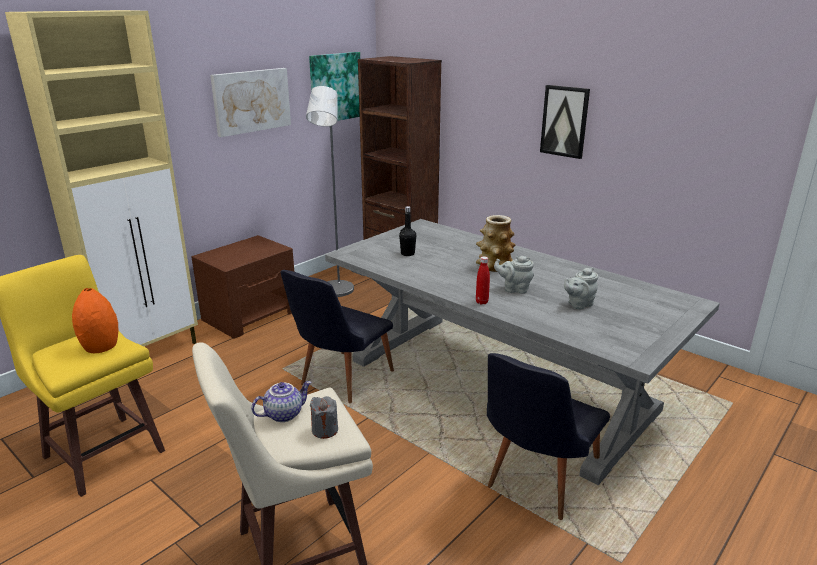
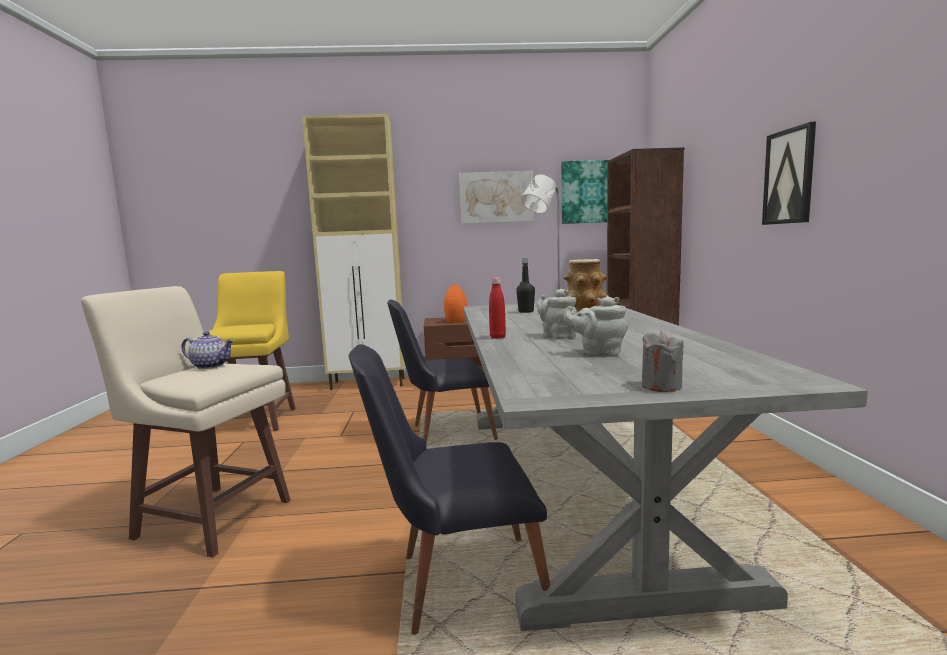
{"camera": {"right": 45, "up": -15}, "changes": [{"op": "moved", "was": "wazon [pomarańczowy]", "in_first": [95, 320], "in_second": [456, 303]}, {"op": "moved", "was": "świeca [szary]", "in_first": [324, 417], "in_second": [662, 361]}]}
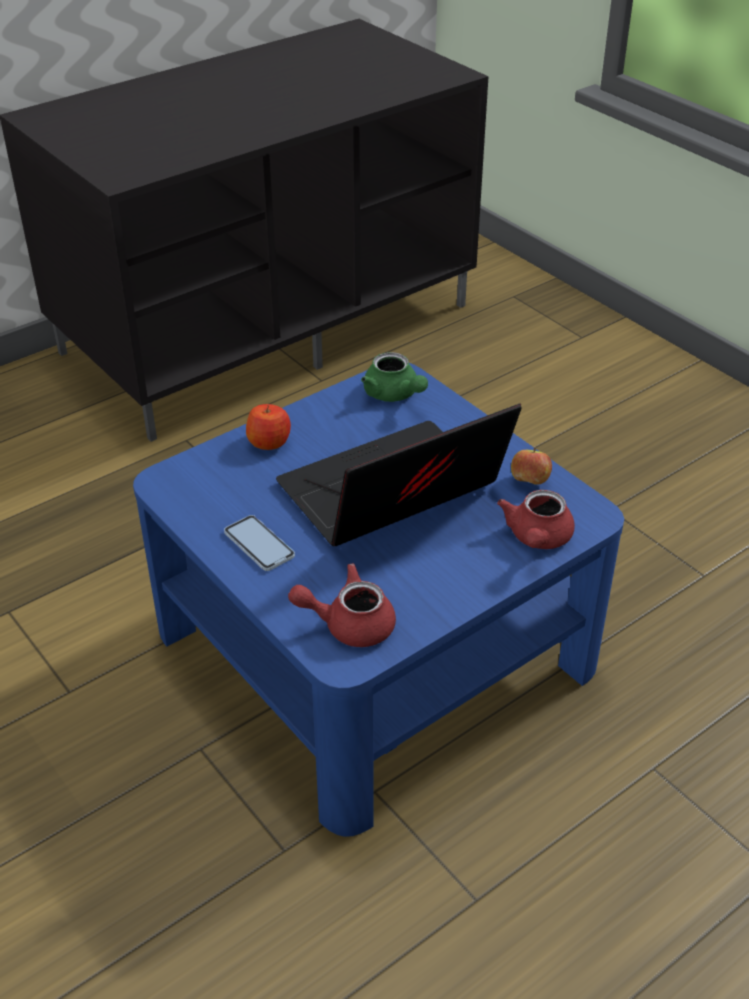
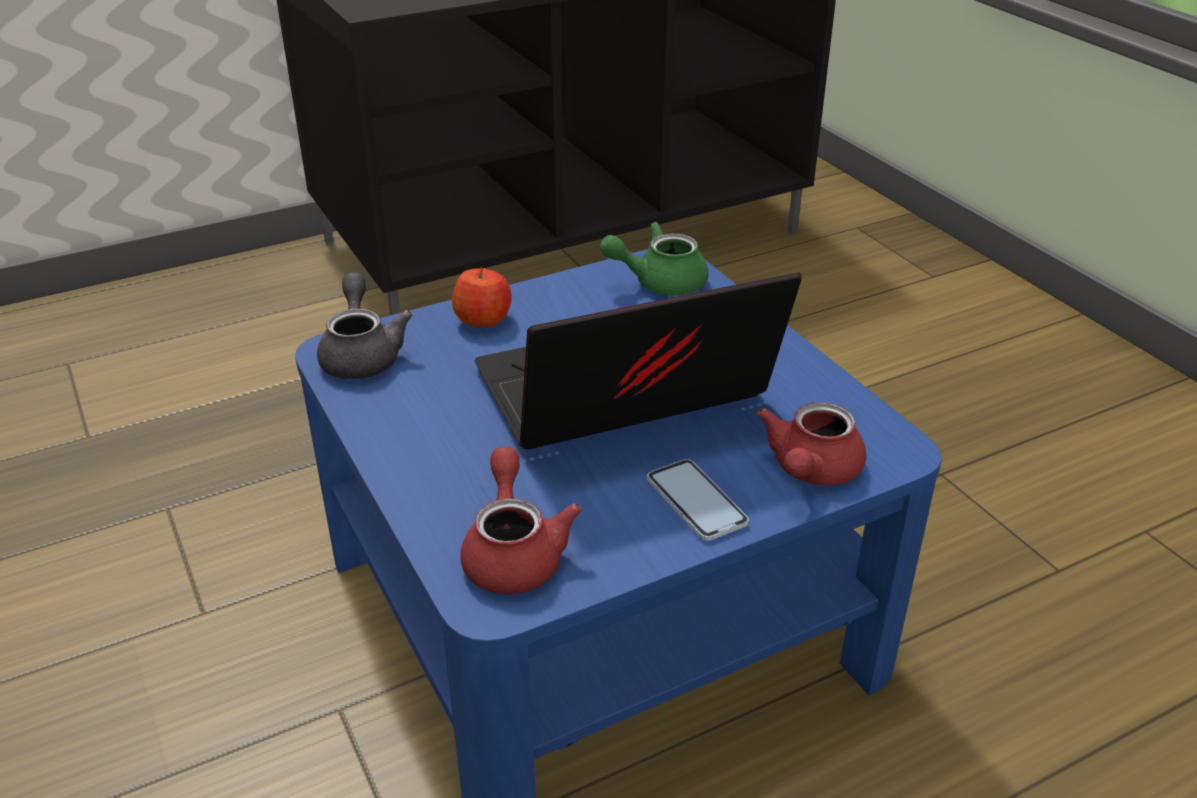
{"camera": {"right": 10, "up": -5}, "changes": [{"op": "moved", "was": "telefon", "in_first": [259, 543], "in_second": [698, 500]}, {"op": "turned", "was": "imbryk [czerwony]", "in_first": [342, 605], "in_second": [521, 520], "clockwise": 75}, {"op": "turned", "was": "imbryk [zielony]", "in_first": [394, 377], "in_second": [654, 258], "clockwise": 105}, {"op": "removed", "was": "jabłko", "in_first": [531, 466]}, {"op": "added", "now": "imbryk [szary]", "in_second": [365, 325]}]}
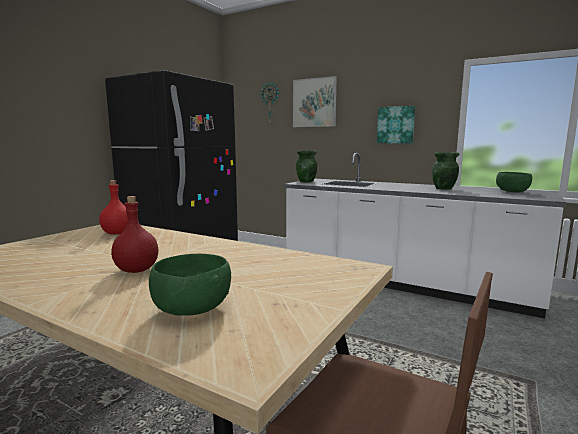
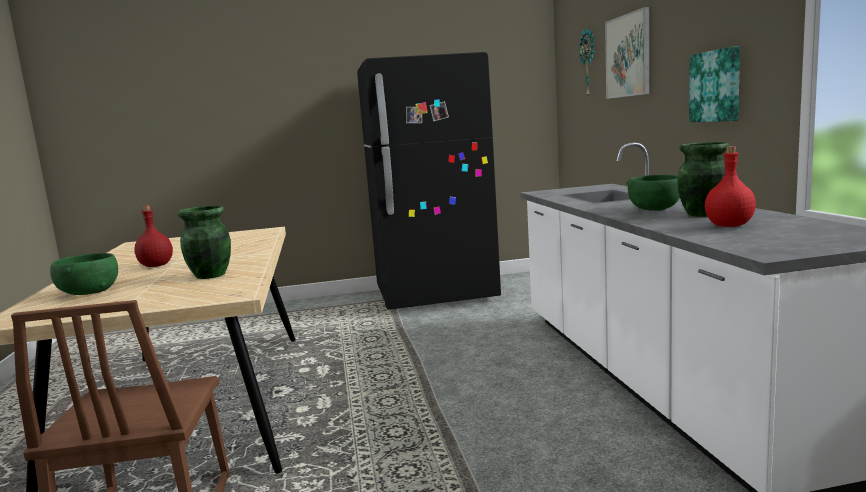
{"camera": {"right": 50, "up": 0}, "changes": [{"op": "moved", "was": "butelka [czerwony]", "in_first": [113, 207], "in_second": [730, 186]}, {"op": "moved", "was": "wazon [zielony]", "in_first": [306, 166], "in_second": [204, 242]}, {"op": "moved", "was": "miska [zielony]", "in_first": [514, 182], "in_second": [653, 193]}]}
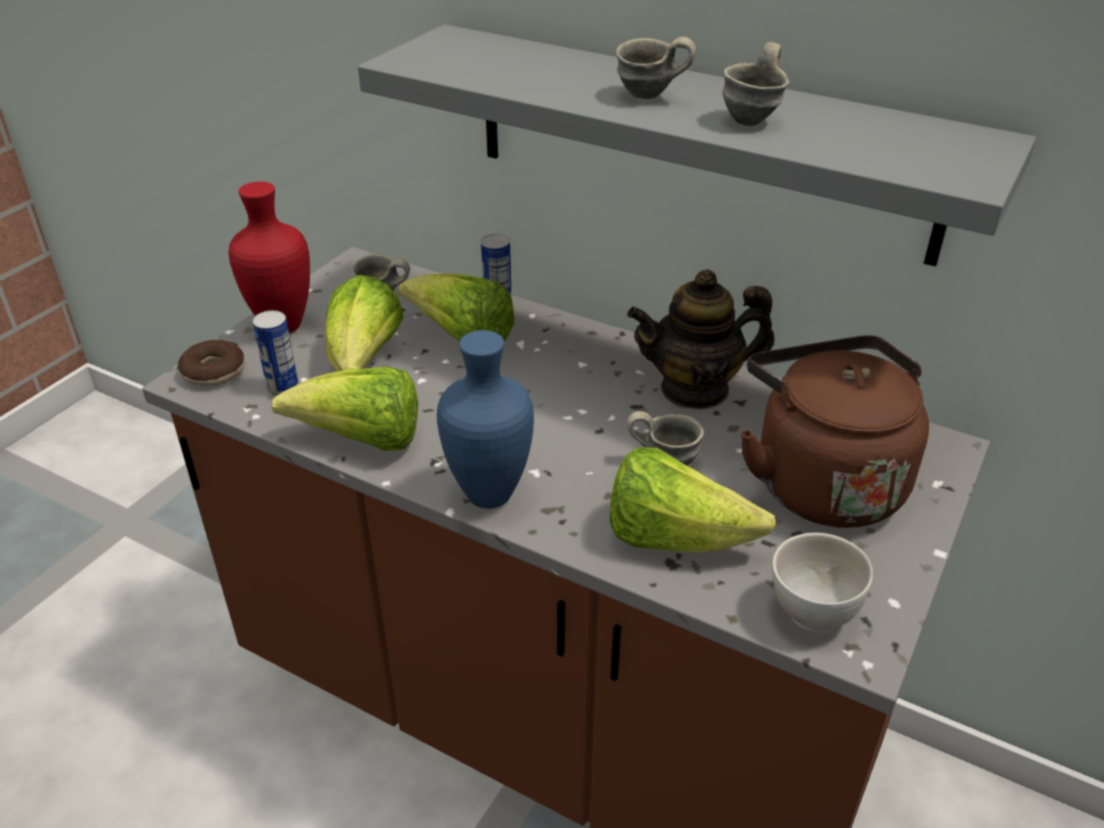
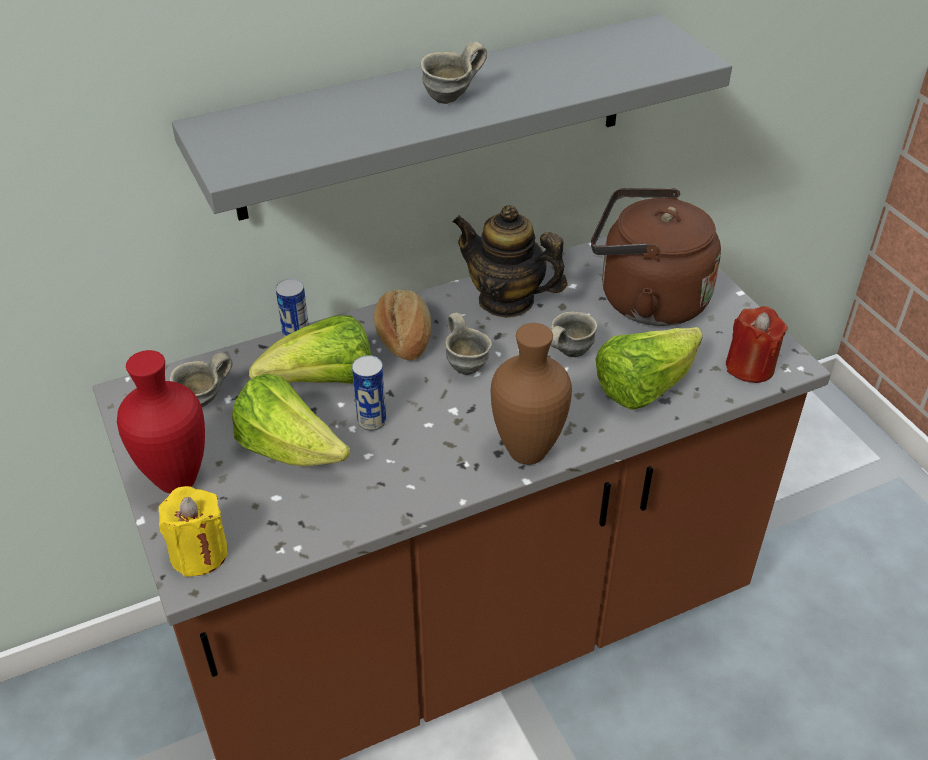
{"camera": {"right": -55, "up": 5}, "changes": [{"op": "replaced", "was": "donut", "now": "świeca [żółty]", "in_first": [211, 363], "in_second": [193, 531]}, {"op": "moved", "was": "puszka", "in_first": [275, 353], "in_second": [369, 393]}, {"op": "removed", "was": "sałata", "in_first": [345, 409]}, {"op": "recoloured", "was": "wazon [niebieski]", "now": "wazon [brązowy]", "in_first": [485, 419], "in_second": [531, 394]}, {"op": "turned", "was": "imbryk", "in_first": [701, 340], "in_second": [509, 261], "clockwise": 90}, {"op": "moved", "was": "kubek [szary]", "in_first": [755, 84], "in_second": [468, 343]}, {"op": "replaced", "was": "miska [biały]", "now": "świeca [czerwony]", "in_first": [822, 582], "in_second": [757, 344]}, {"op": "added", "now": "chleb", "in_second": [402, 325]}]}
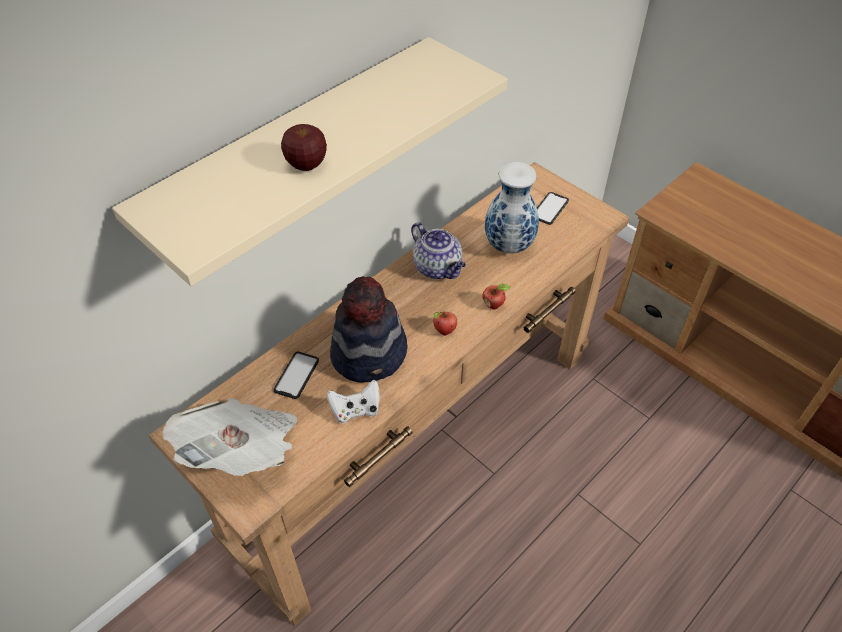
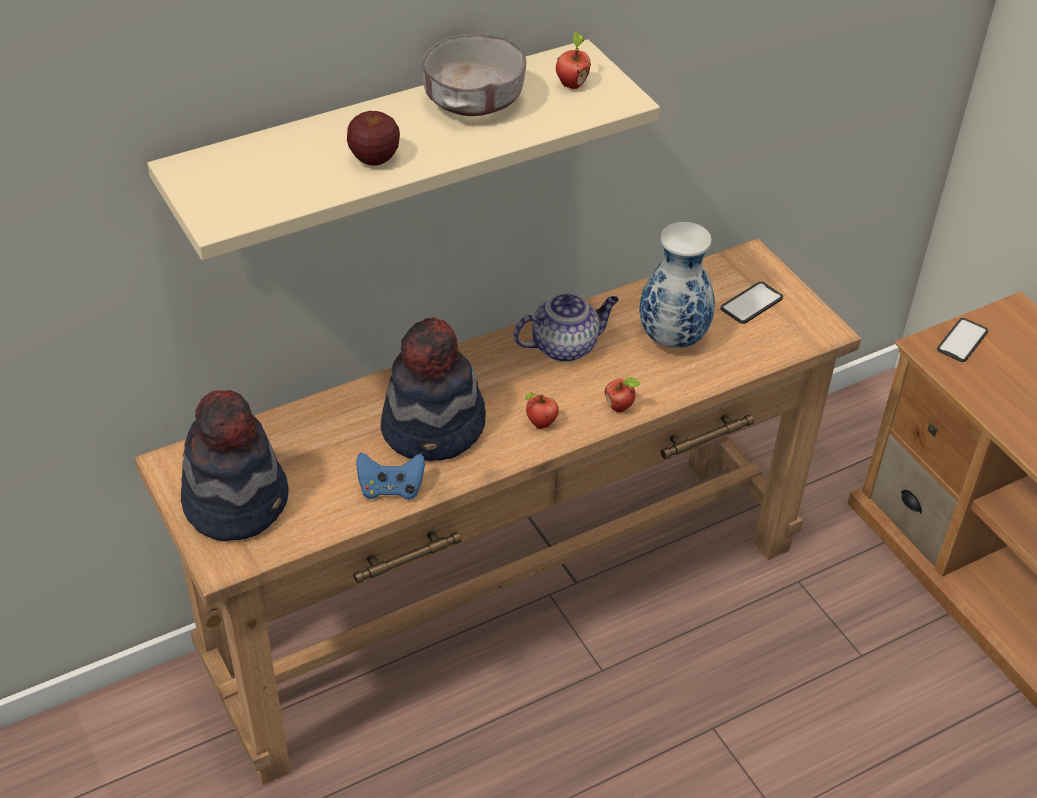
{"camera": {"right": 15, "up": -5}, "changes": [{"op": "replaced", "was": "gazeta", "now": "kapelusz", "in_first": [230, 437], "in_second": [235, 465]}, {"op": "moved", "was": "telefon", "in_first": [296, 375], "in_second": [962, 340]}, {"op": "recoloured", "was": "pad do gier [biały]", "now": "pad do gier [niebieski]", "in_first": [353, 401], "in_second": [390, 476]}, {"op": "turned", "was": "imbryk", "in_first": [438, 250], "in_second": [566, 327], "clockwise": -90}, {"op": "added", "now": "miska [szary]", "in_second": [474, 75]}, {"op": "added", "now": "jabłko", "in_second": [573, 60]}]}
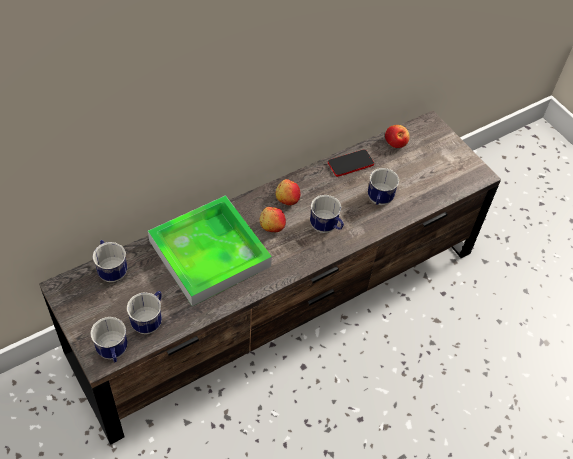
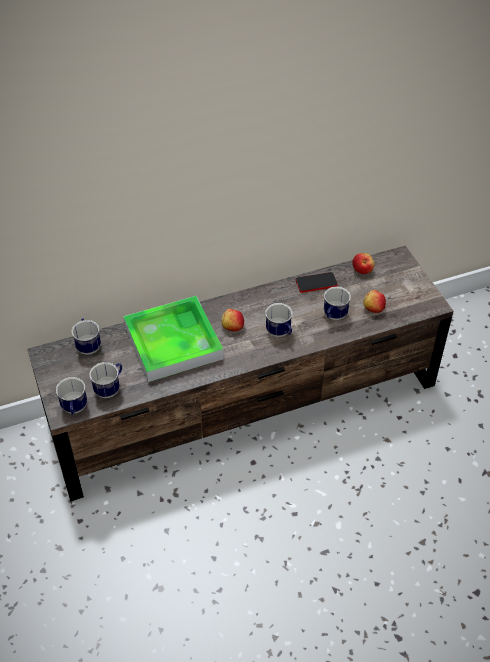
{"camera": {"right": 15, "up": -5}, "changes": [{"op": "moved", "was": "jabłko", "in_first": [288, 192], "in_second": [374, 301]}]}
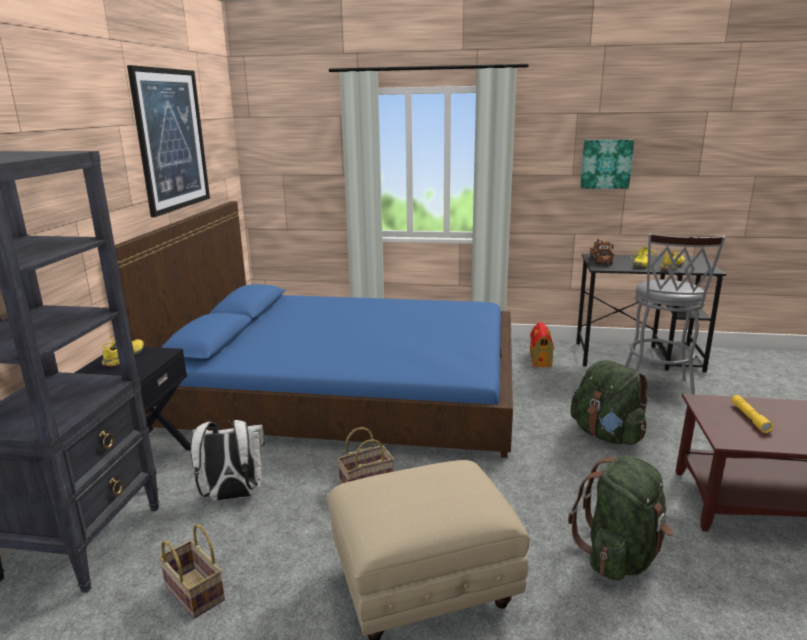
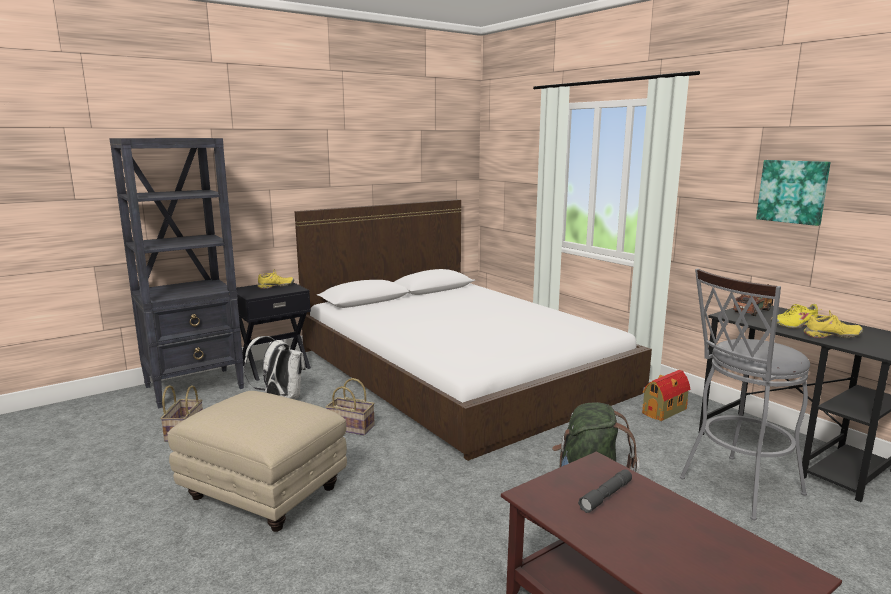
{"camera": {"right": 45, "up": -5}, "changes": [{"op": "recoloured", "was": "łóżko [niebieski]", "now": "łóżko [biały]", "in_first": [314, 329], "in_second": [473, 330]}, {"op": "removed", "was": "obraz", "in_first": [168, 141]}, {"op": "removed", "was": "plecak [zielony]", "in_first": [620, 517]}, {"op": "recoloured", "was": "latarka [żółty]", "now": "latarka [szary]", "in_first": [753, 414], "in_second": [605, 491]}]}
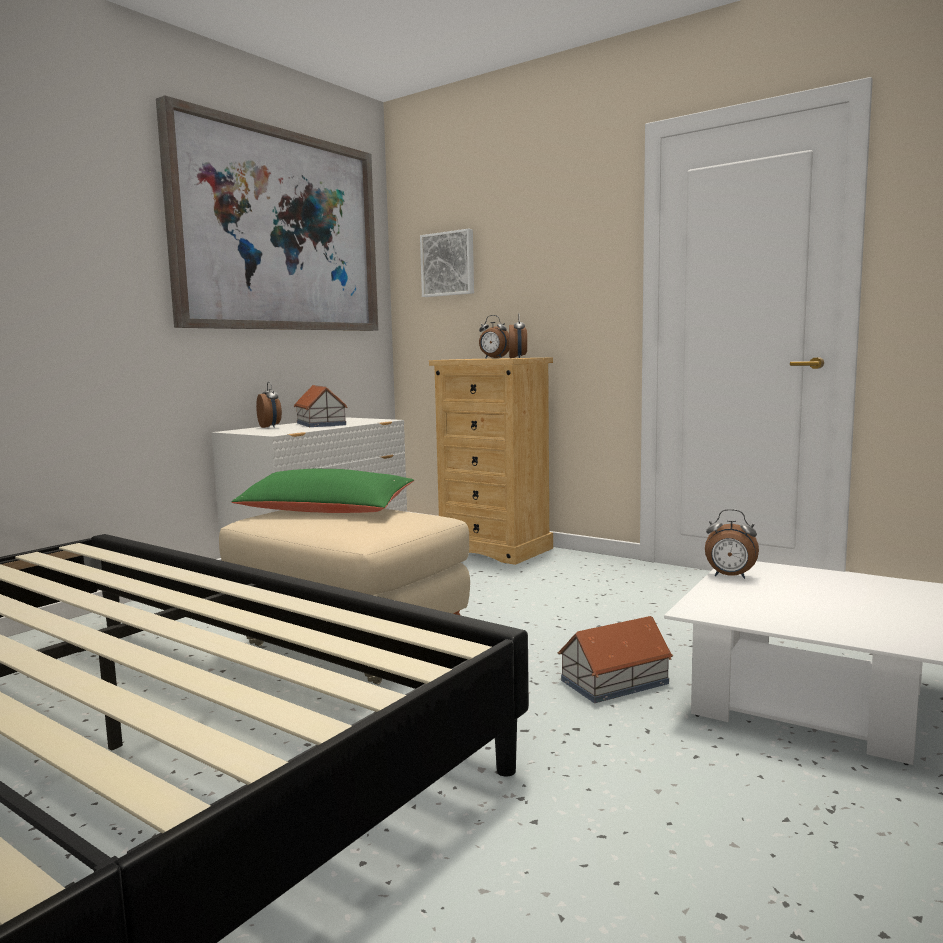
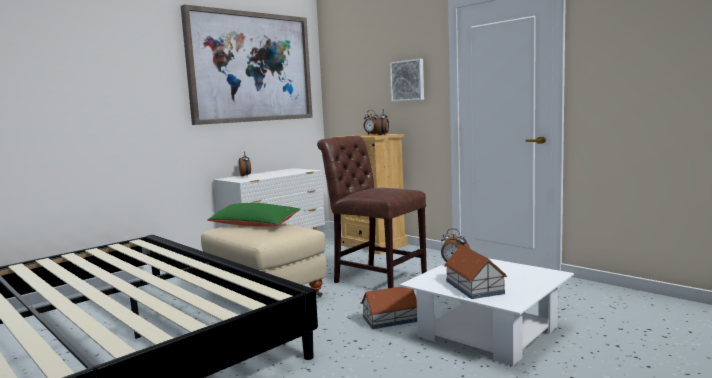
{"camera": {"right": 10, "up": 0}, "changes": [{"op": "moved", "was": "domek", "in_first": [321, 406], "in_second": [475, 272]}, {"op": "moved", "was": "obraz", "in_first": [447, 263], "in_second": [407, 80]}, {"op": "added", "now": "krzesło [brązowy]", "in_second": [372, 211]}]}
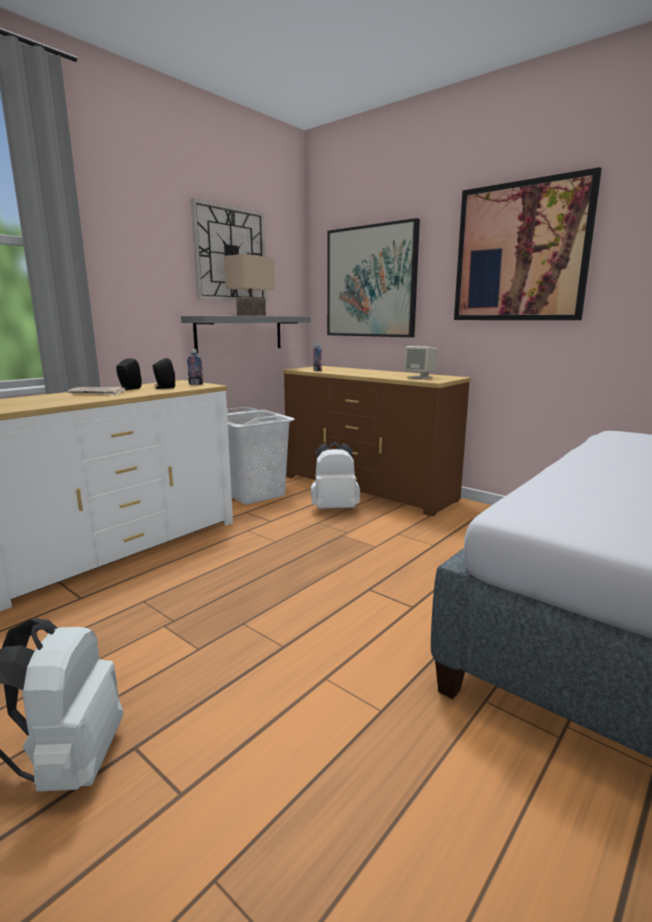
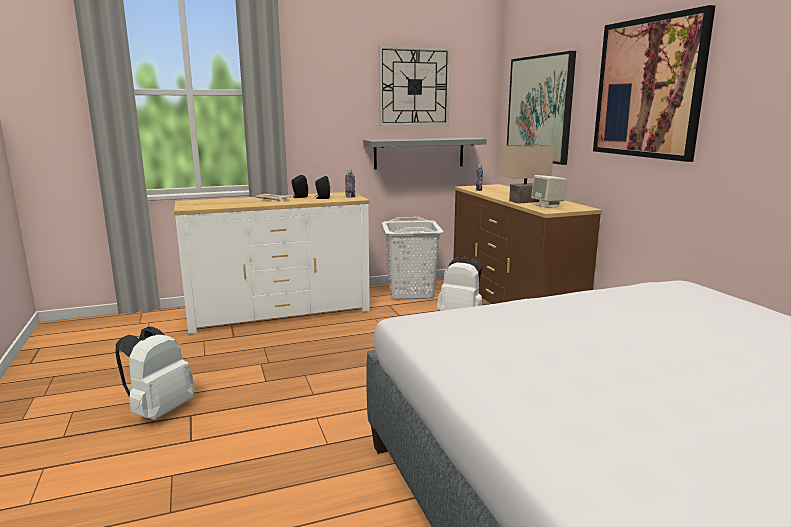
{"camera": {"right": 30, "up": 0}, "changes": [{"op": "moved", "was": "lampa stołowa [beżowy]", "in_first": [249, 284], "in_second": [527, 172]}]}
